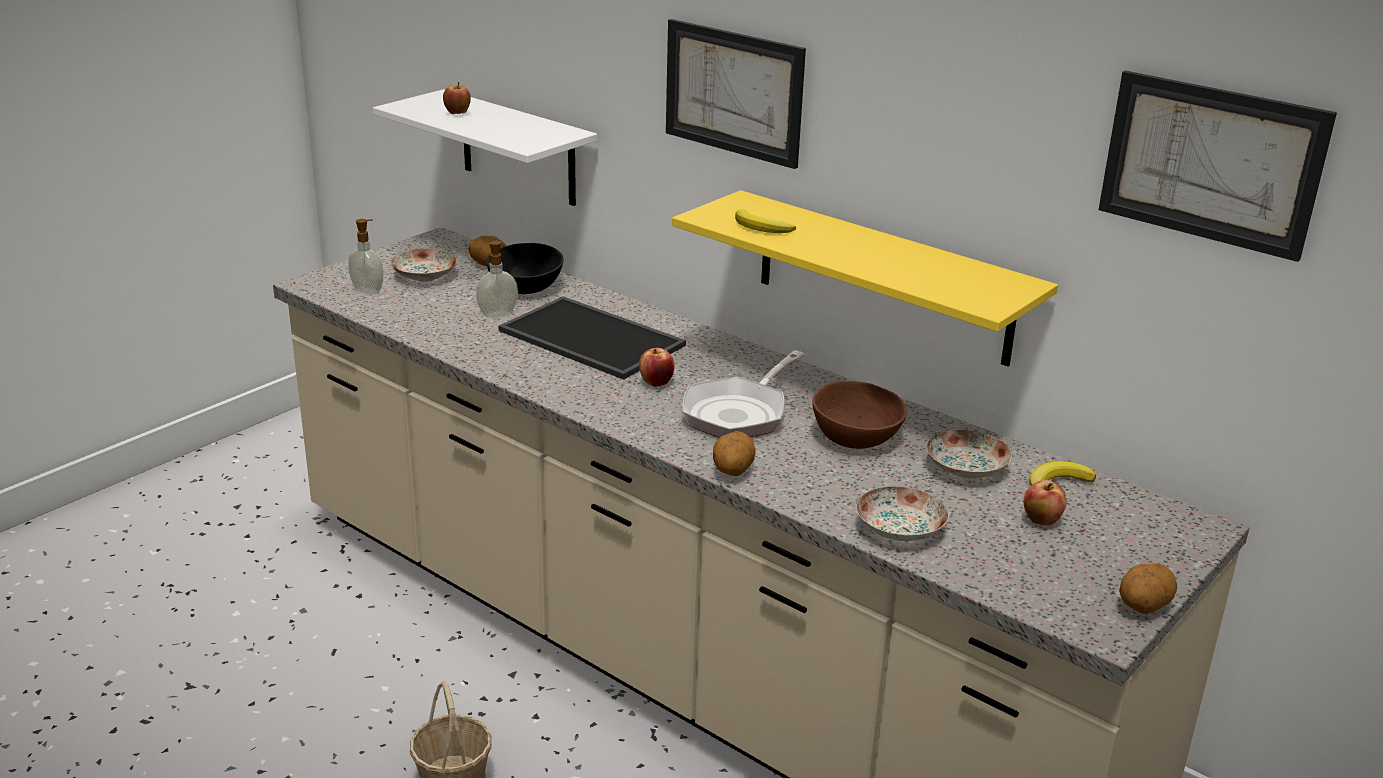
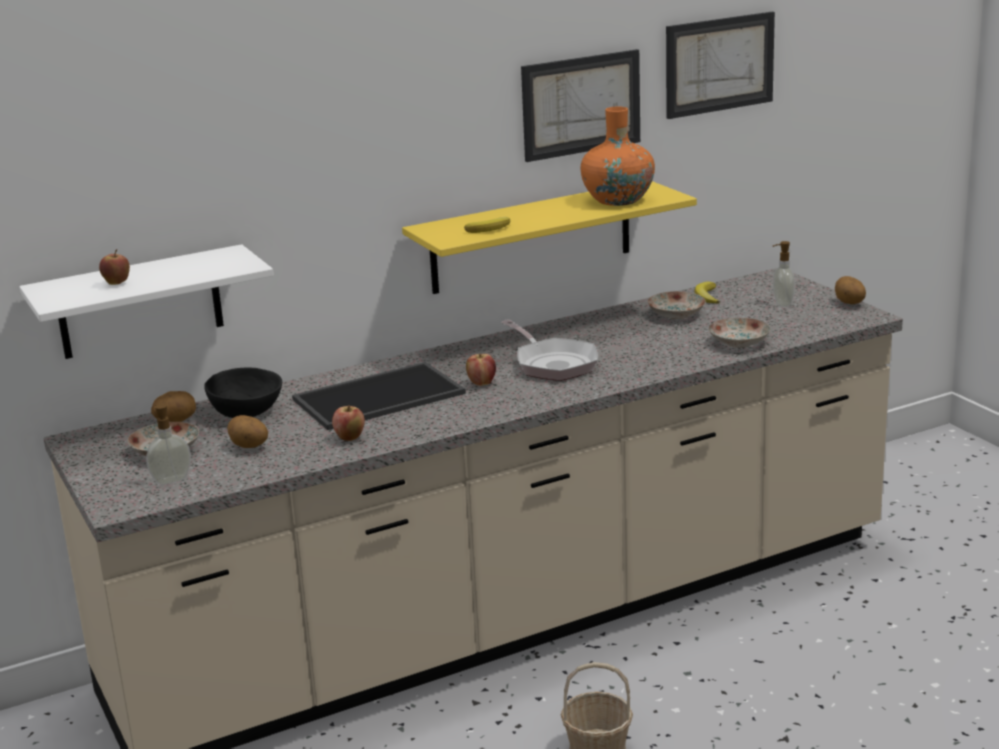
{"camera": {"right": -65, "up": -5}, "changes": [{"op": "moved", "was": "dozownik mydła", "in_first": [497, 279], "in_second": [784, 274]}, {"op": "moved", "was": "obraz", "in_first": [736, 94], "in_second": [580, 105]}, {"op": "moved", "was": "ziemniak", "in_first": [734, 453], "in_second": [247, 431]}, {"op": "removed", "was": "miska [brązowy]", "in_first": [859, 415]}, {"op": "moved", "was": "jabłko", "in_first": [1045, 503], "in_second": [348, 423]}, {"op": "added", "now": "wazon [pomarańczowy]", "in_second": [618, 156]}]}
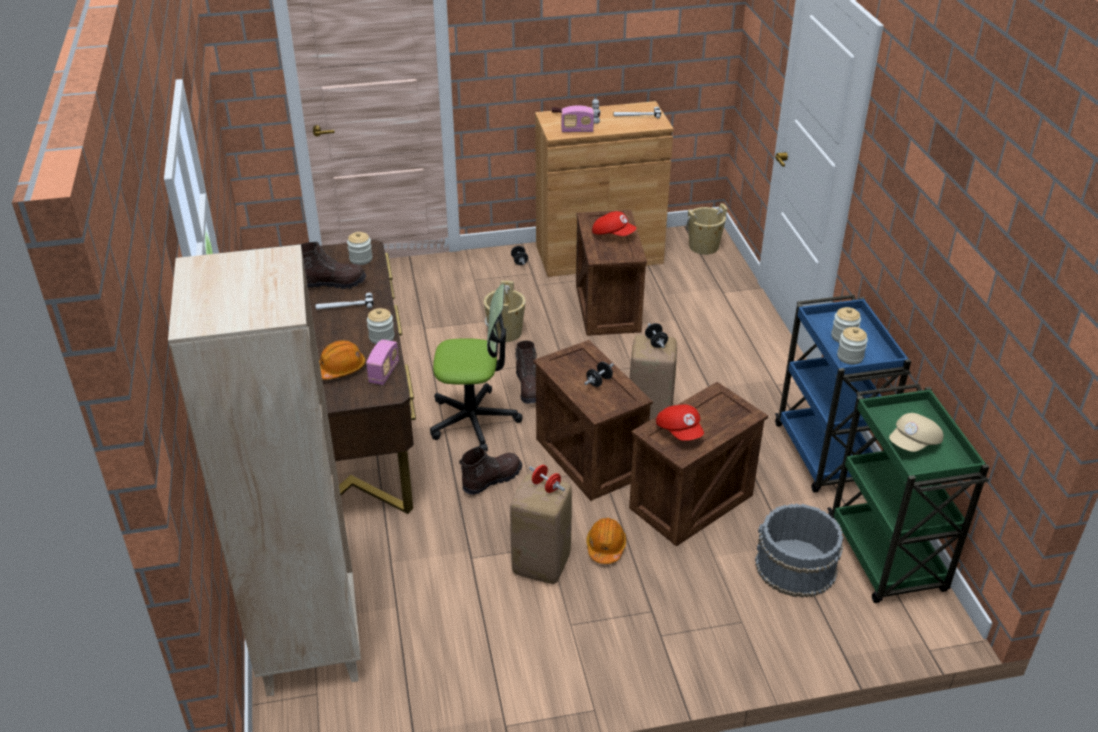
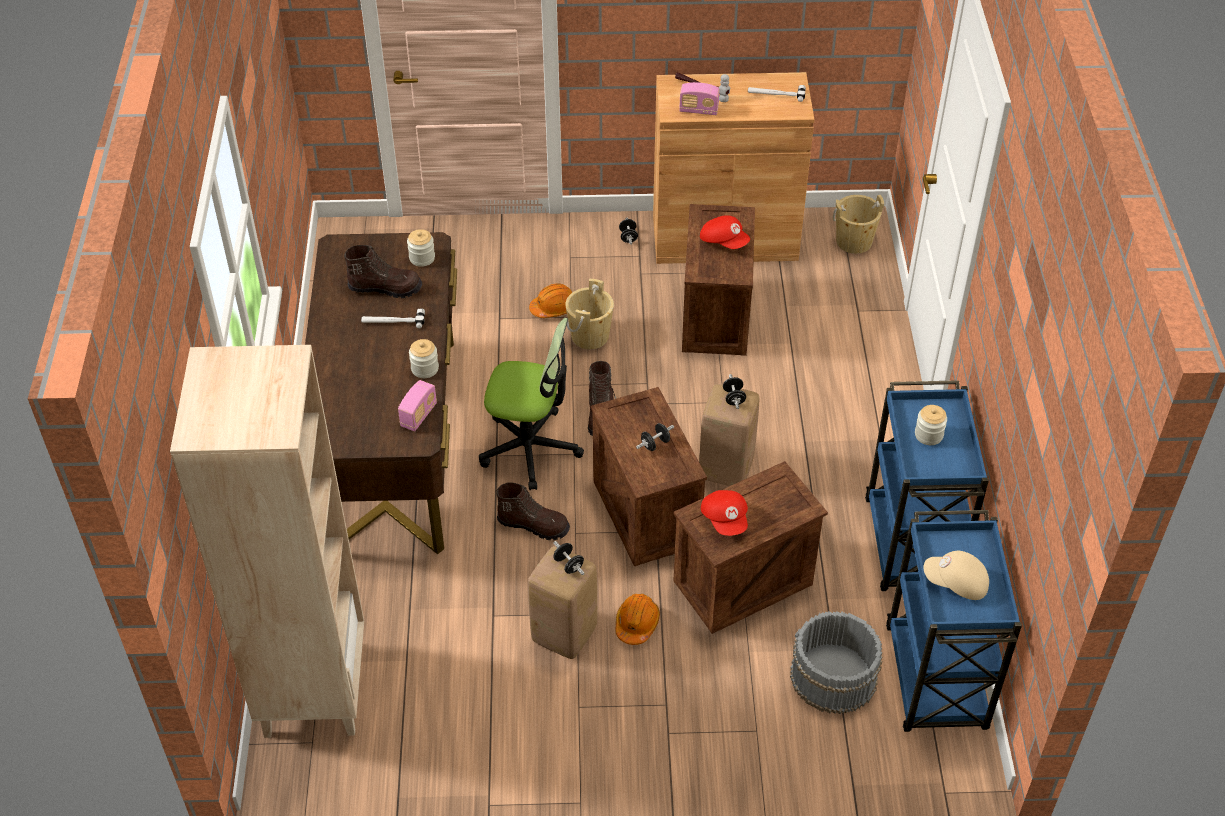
{"camera": {"right": 10, "up": 10}, "changes": [{"op": "moved", "was": "kask [pomarańczowy]", "in_first": [342, 359], "in_second": [550, 301]}, {"op": "turned", "was": "but z cholewką [brązowy]", "in_first": [490, 471], "in_second": [533, 511], "clockwise": 45}, {"op": "recoloured", "was": "hantel [czerwony]", "now": "hantel [czarny]", "in_first": [547, 479], "in_second": [569, 558]}, {"op": "recoloured", "was": "wózek [zielony]", "now": "wózek [niebieski]", "in_first": [908, 493], "in_second": [954, 621]}, {"op": "removed", "was": "słoik", "in_first": [852, 346]}, {"op": "turned", "was": "czapka z daszkiem [beżowy]", "in_first": [916, 432], "in_second": [956, 575], "clockwise": 45}]}
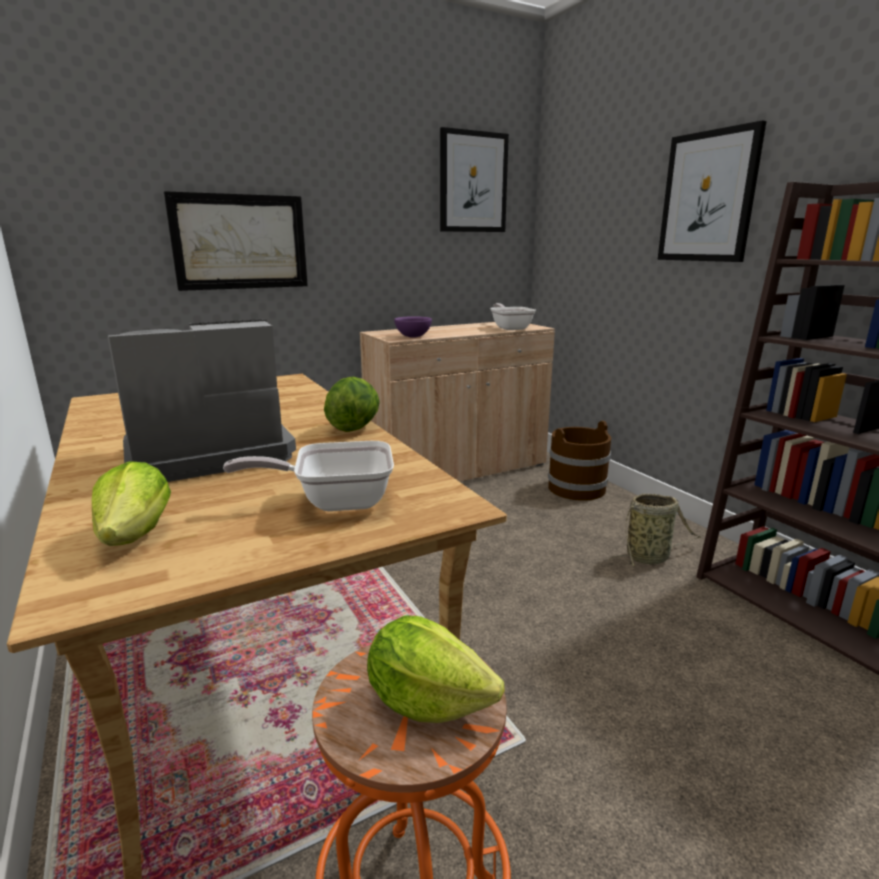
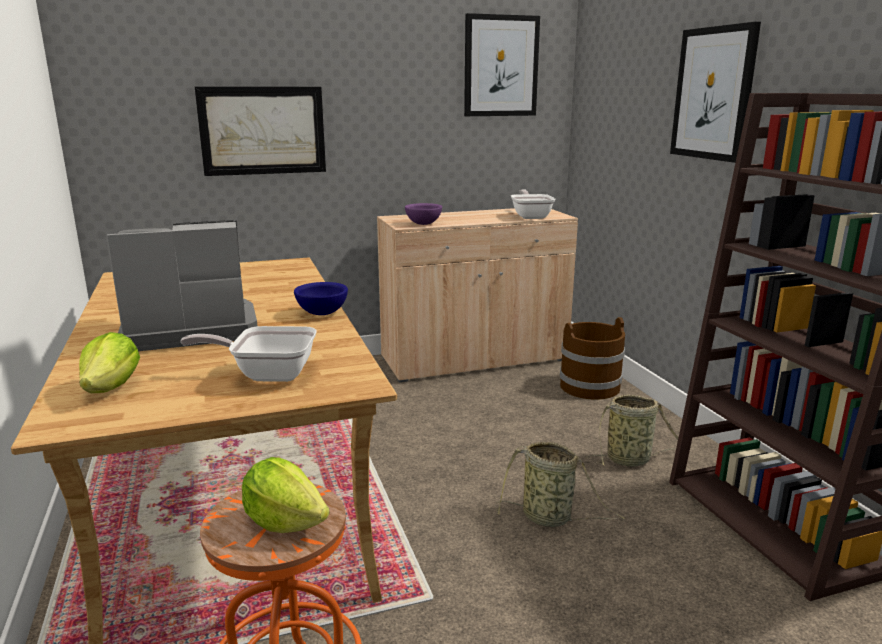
{"camera": {"right": 10, "up": 0}, "changes": [{"op": "replaced", "was": "sałata", "now": "miska [niebieski]", "in_first": [352, 404], "in_second": [321, 298]}, {"op": "added", "now": "koszyk", "in_second": [560, 484]}]}
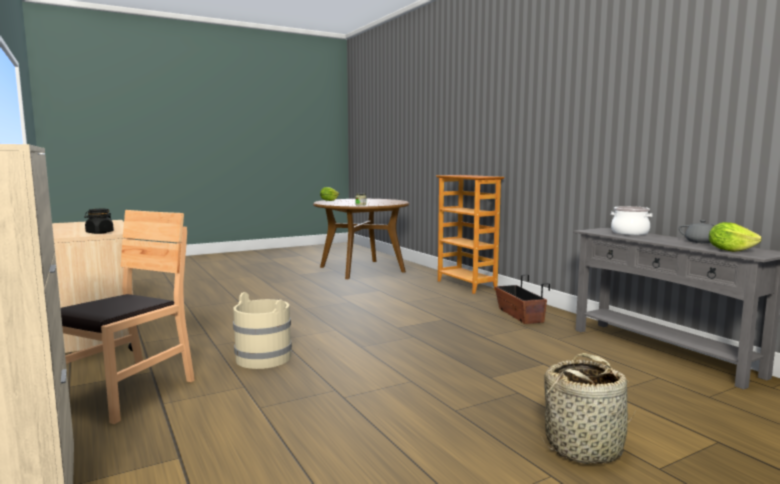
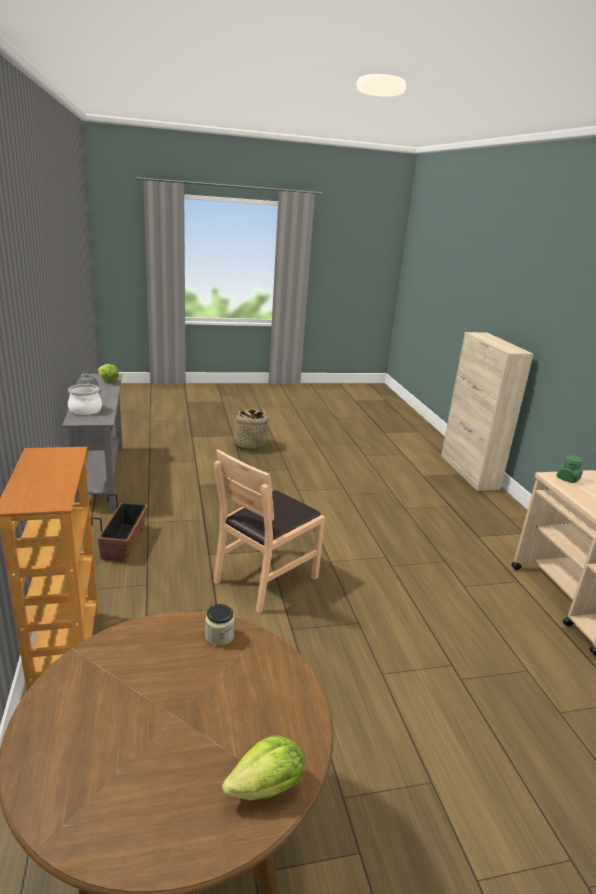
{"camera": {"right": -165, "up": 15}, "changes": [{"op": "moved", "was": "krzesło [brązowy]", "in_first": [128, 317], "in_second": [269, 531]}, {"op": "recoloured", "was": "słoik [czarny]", "now": "słoik [zielony]", "in_first": [99, 221], "in_second": [569, 469]}, {"op": "removed", "was": "wiadro [beżowy]", "in_first": [262, 330]}]}
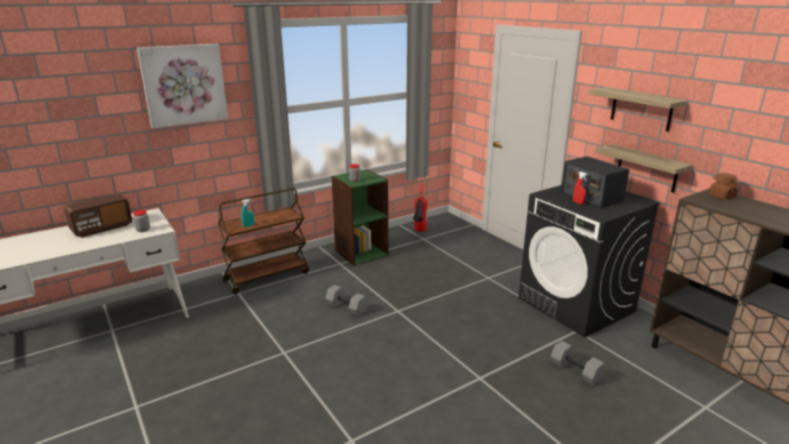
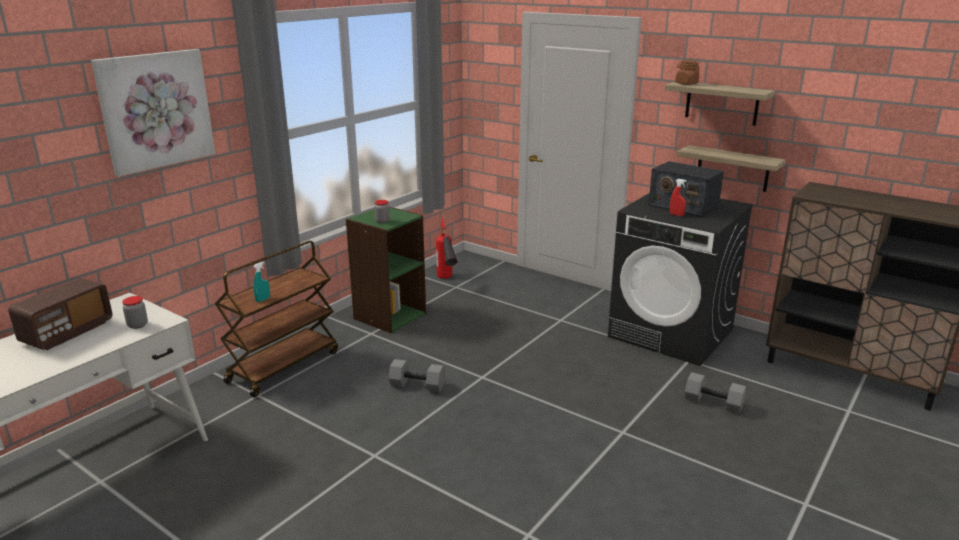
{"camera": {"right": -20, "up": 0}, "changes": [{"op": "moved", "was": "słoik [brązowy]", "in_first": [723, 186], "in_second": [687, 72]}]}
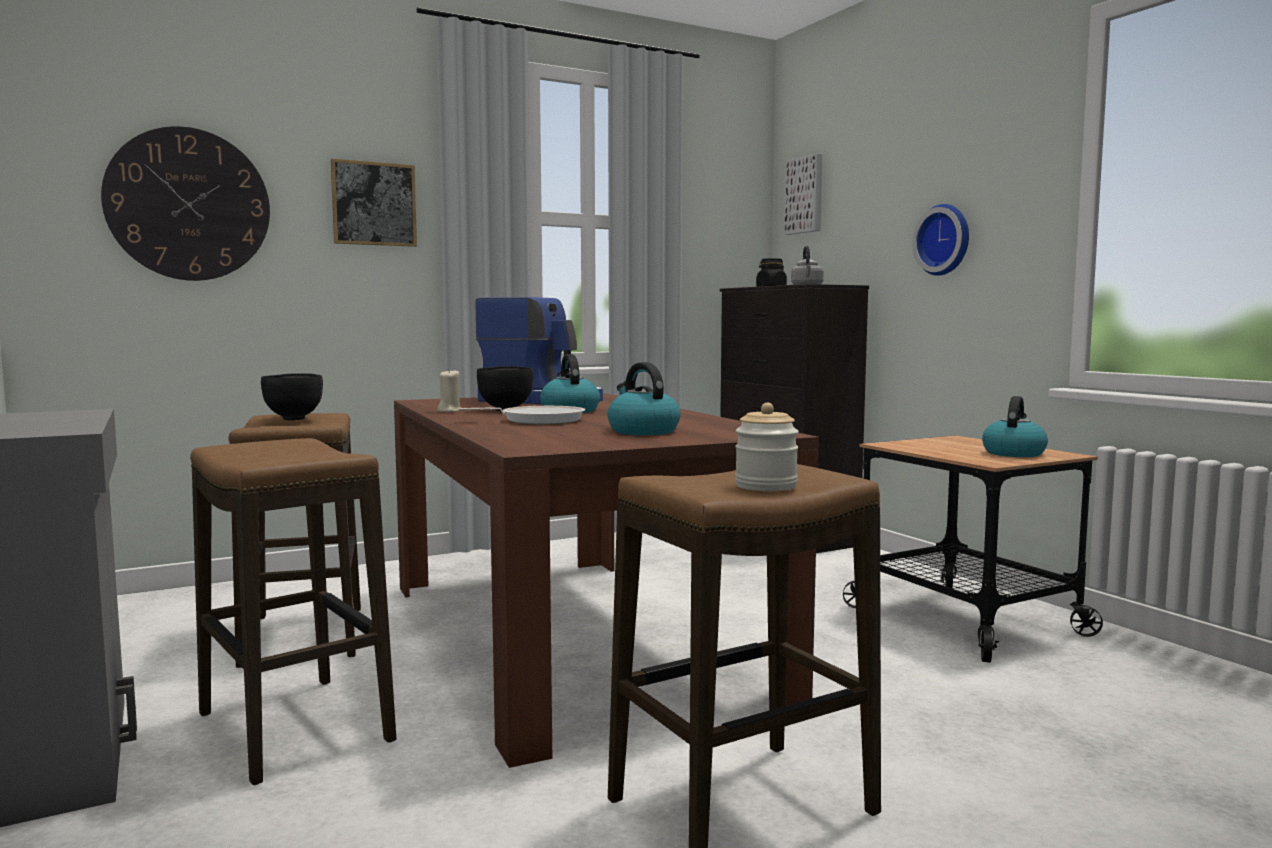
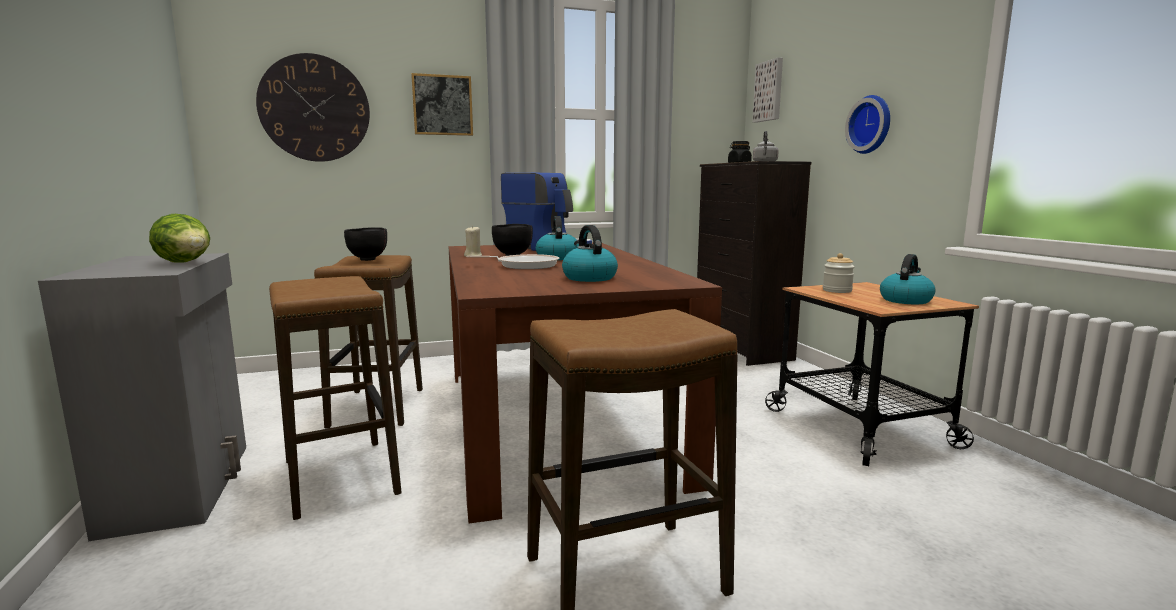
{"camera": {"right": 10, "up": 5}, "changes": [{"op": "moved", "was": "słoik", "in_first": [767, 447], "in_second": [839, 273]}, {"op": "added", "now": "sałata", "in_second": [179, 238]}]}
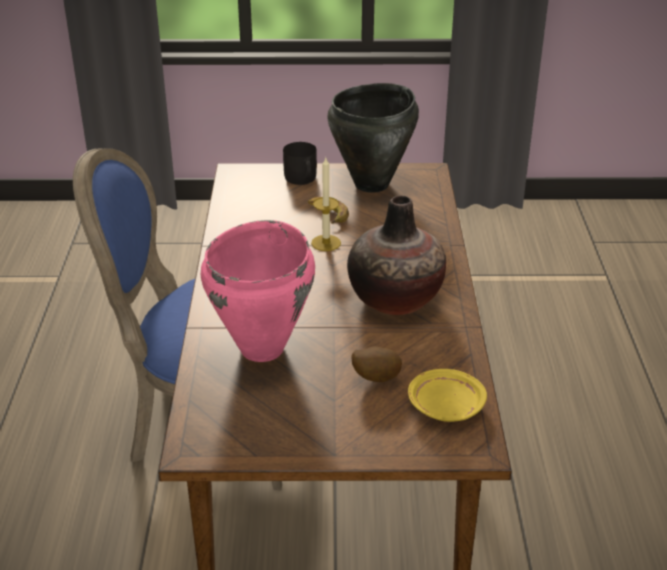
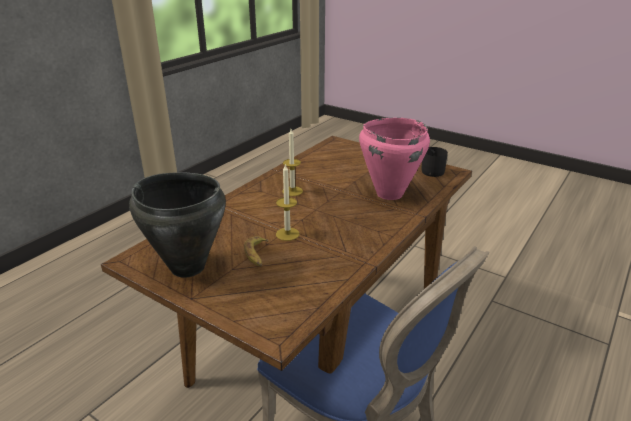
{"camera": {"right": -145, "up": -5}, "changes": [{"op": "moved", "was": "kubek [czarny]", "in_first": [300, 163], "in_second": [435, 162]}, {"op": "replaced", "was": "wazon", "now": "świeca", "in_first": [396, 255], "in_second": [292, 162]}, {"op": "removed", "was": "ziemniak", "in_first": [376, 364]}, {"op": "removed", "was": "talerz [żółty]", "in_first": [447, 395]}]}
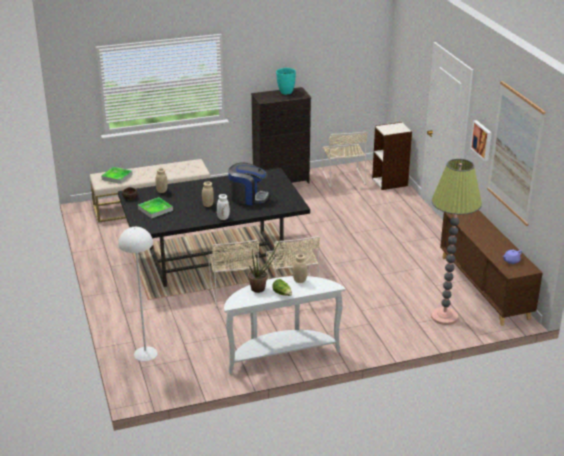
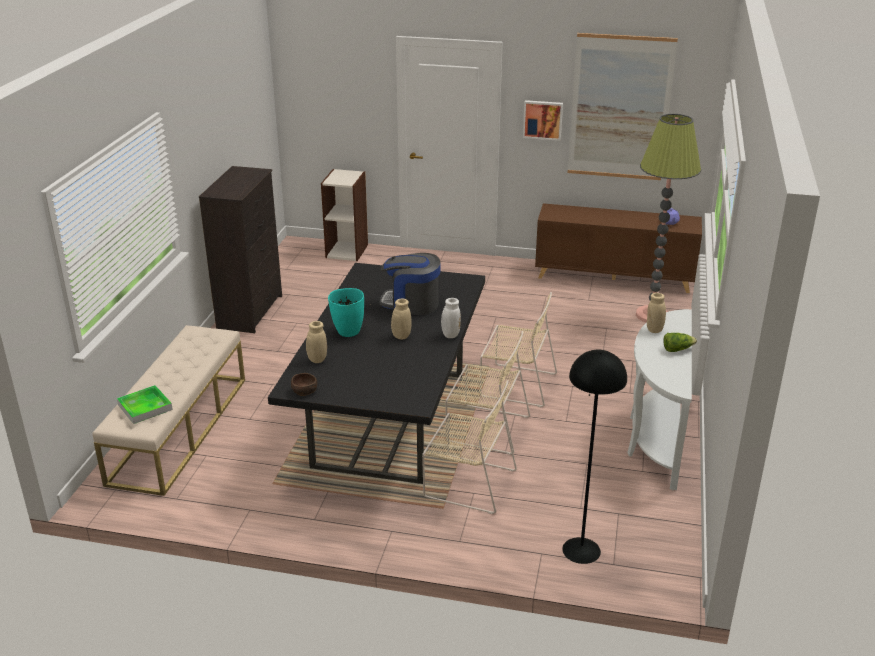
{"camera": {"right": -60, "up": 0}, "changes": [{"op": "recoloured", "was": "lampa stojąca [biały]", "now": "lampa stojąca [czarny]", "in_first": [138, 294], "in_second": [594, 457]}, {"op": "removed", "was": "taca", "in_first": [155, 207]}, {"op": "turned", "was": "ekspres do kawy", "in_first": [248, 184], "in_second": [410, 284], "clockwise": -120}, {"op": "removed", "was": "roślina doniczkowa", "in_first": [264, 266]}, {"op": "moved", "was": "wazon [turkusowy]", "in_first": [286, 81], "in_second": [346, 312]}, {"op": "moved", "was": "krzesło [beżowy]", "in_first": [344, 159], "in_second": [469, 447]}]}
